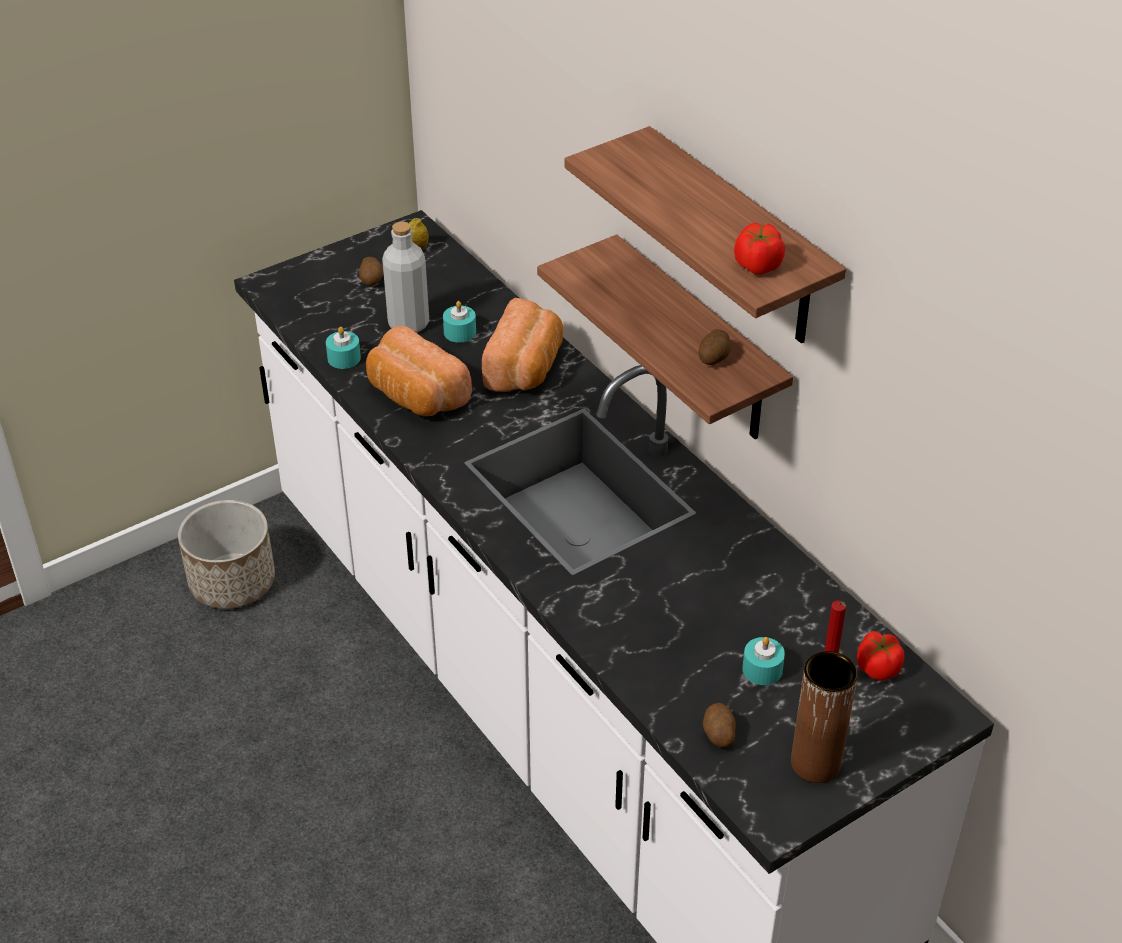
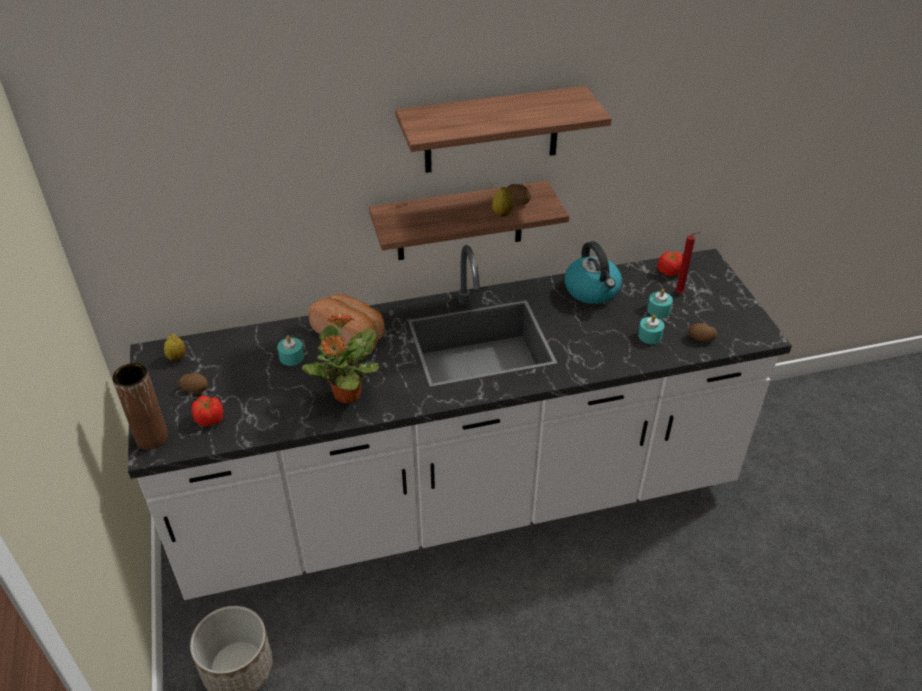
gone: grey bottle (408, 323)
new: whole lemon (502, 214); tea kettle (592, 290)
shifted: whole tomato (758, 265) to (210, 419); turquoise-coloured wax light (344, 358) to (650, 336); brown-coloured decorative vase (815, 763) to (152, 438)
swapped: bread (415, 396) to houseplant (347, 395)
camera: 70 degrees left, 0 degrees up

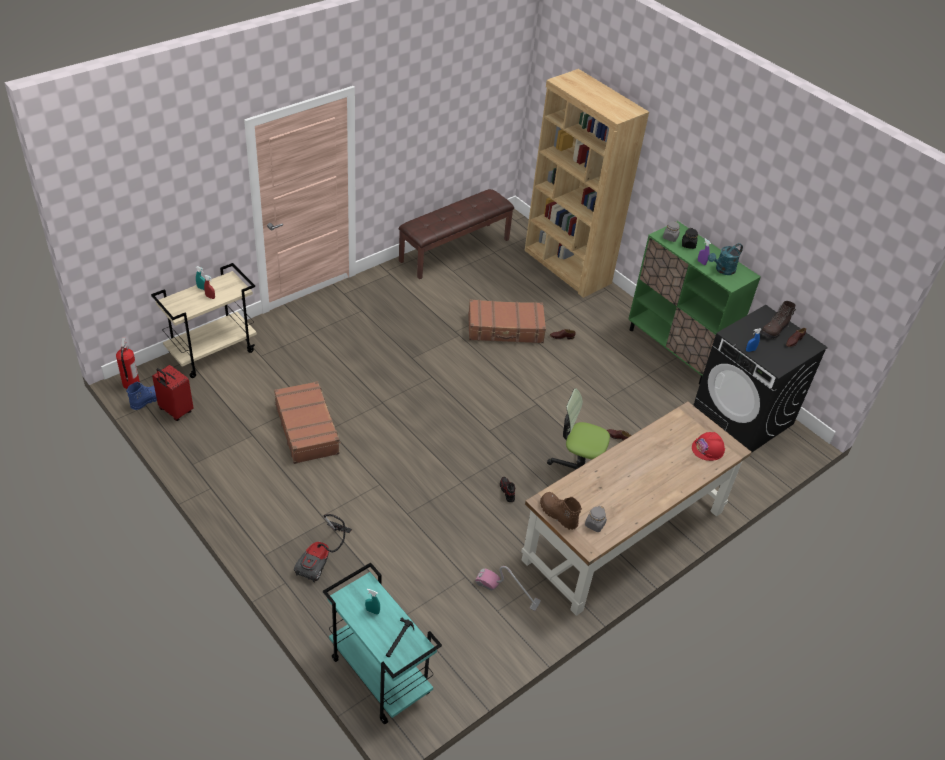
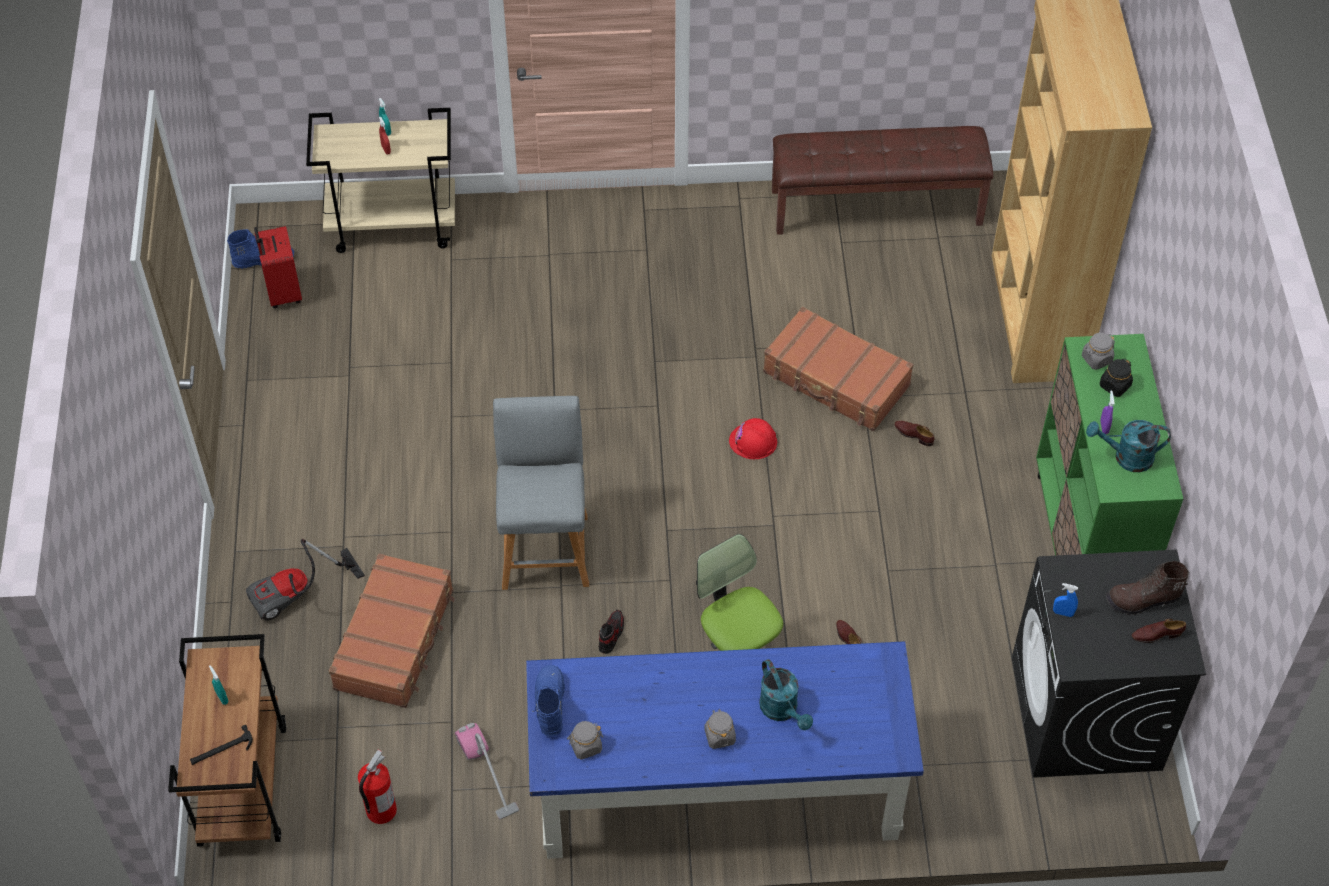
new: grey sitting stool (545, 547); turquoise-coloured sprinkling can (782, 710); grey jar (719, 736)
shifted: extinguisher (130, 384) to (380, 810); brown-coloured travel case (307, 428) to (395, 639); red safety helmet (708, 449) to (753, 441)
repainted: brown-coloured desk table (624, 536) to blue desk table (716, 790); brown-coloured tall boot (558, 515) to blue tall boot (549, 704); turquoise-coloured wheeled cart (378, 675) to brown-coloured wheeled cart (242, 784)
camera: 40 degrees right, 10 degrees up

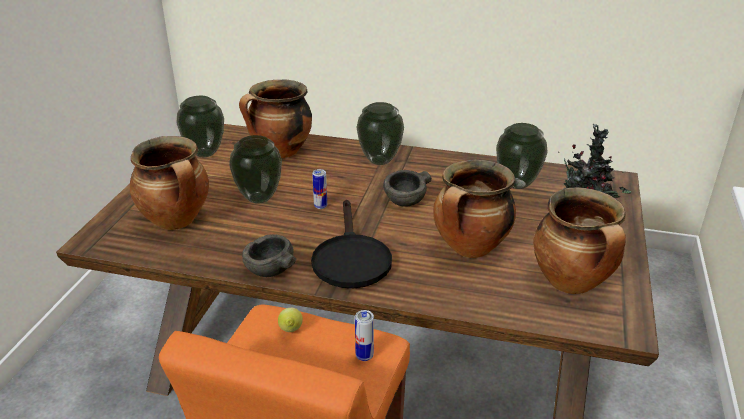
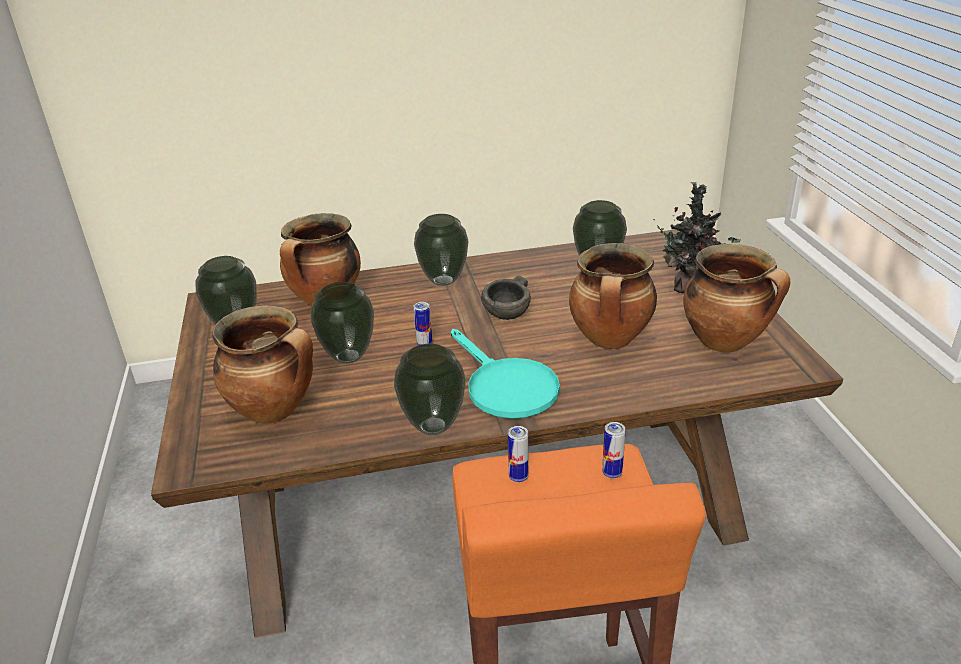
swapped: grey deep dish (269, 270) to decorative vase (432, 426); whole lemon (291, 331) to metal can (518, 477)
repainted: blackish pan (350, 258) to turquoise-coloured pan (505, 386)
camera: 25 degrees left, 0 degrees up

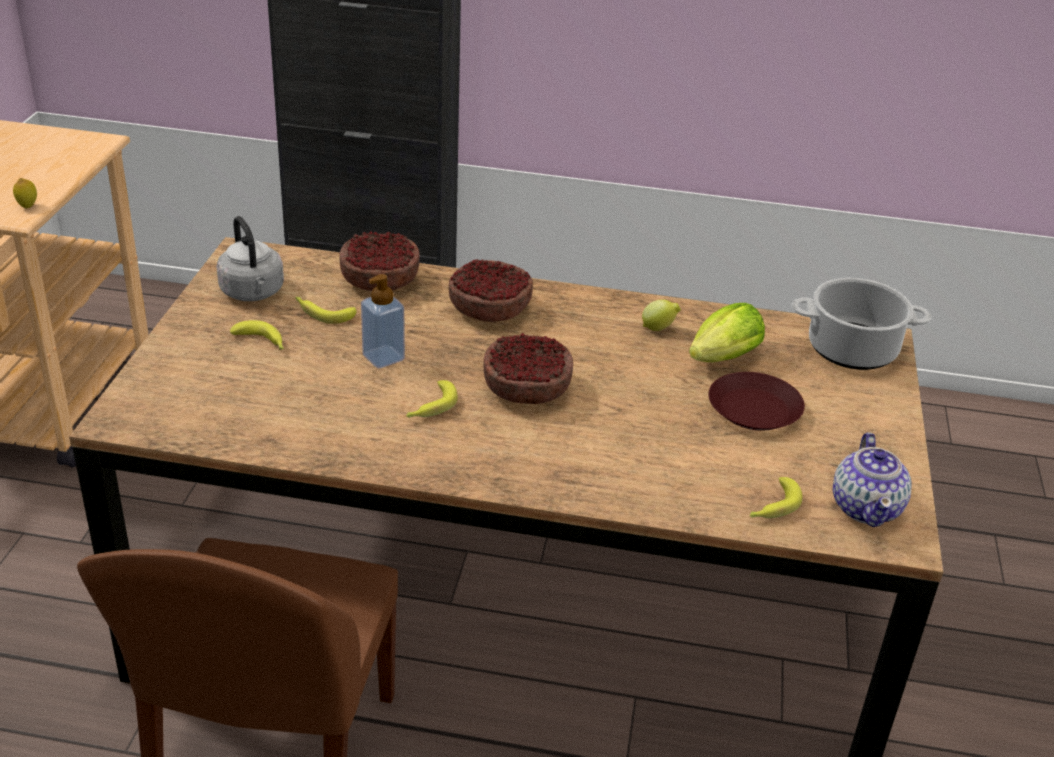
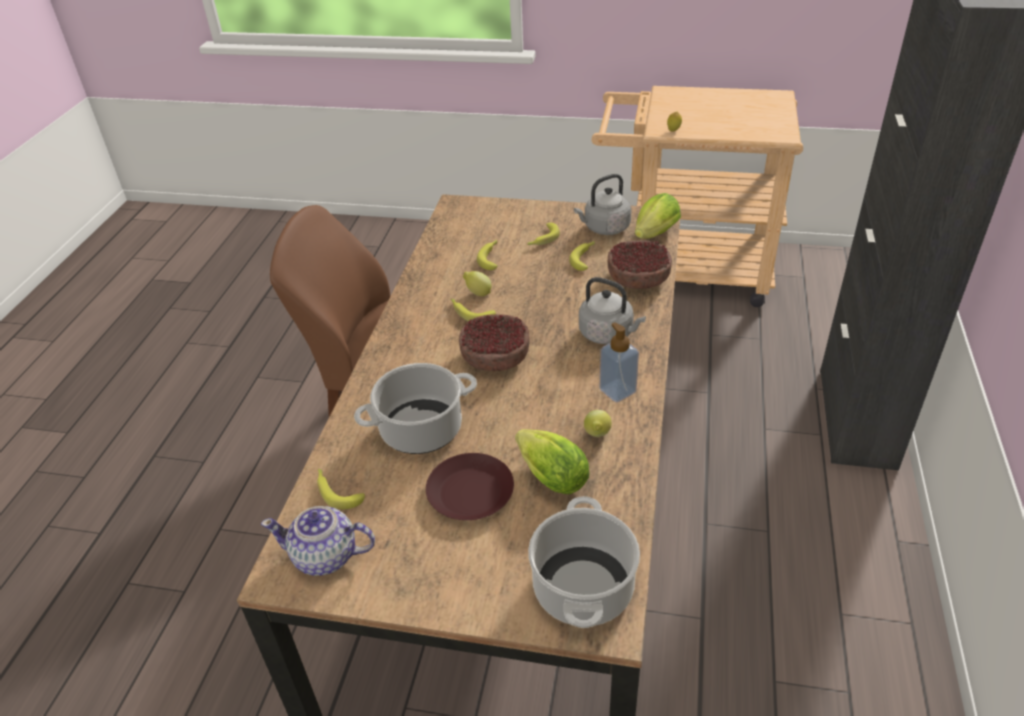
new: lettuce head (653, 236); whole banana (491, 258); whole lemon (478, 293); saucepot (420, 430)
shifted: liquid soap bottle (383, 357) to (617, 391)
swapped: deep dish (489, 309) to grey tea kettle (608, 334)
camera: 95 degrees right, 5 degrees up

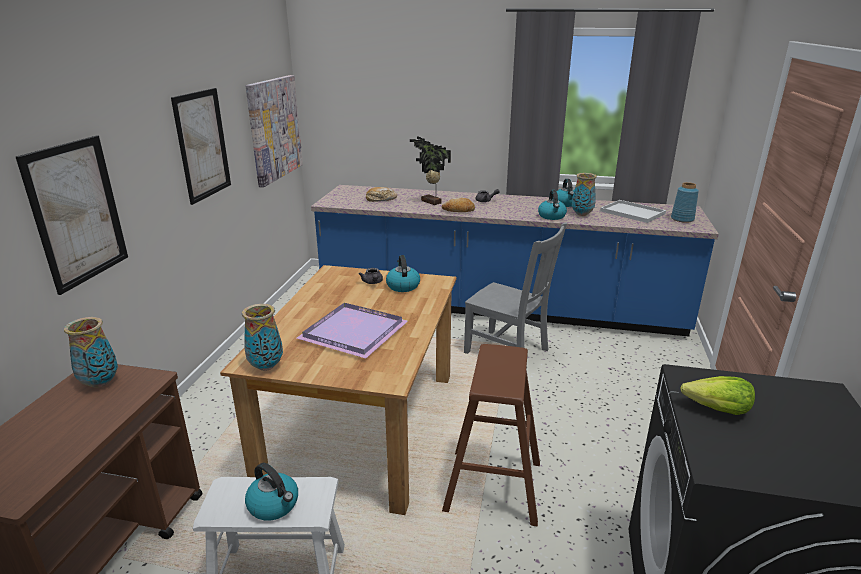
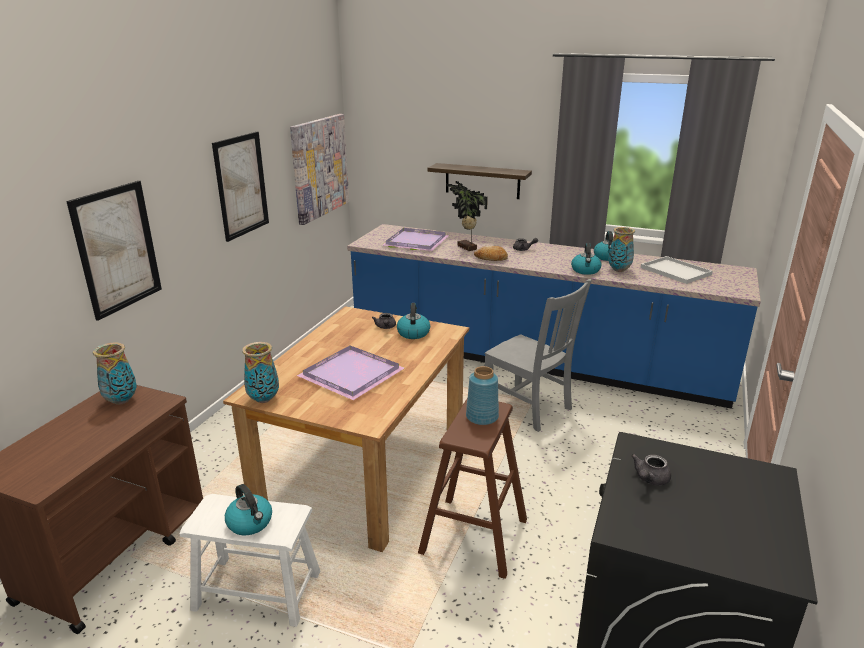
new: shelf (482, 181)
shifted: blue decorative vase (682, 219) to (482, 417)
swapped: bread (381, 199) to purple-coloured carrying tray (417, 242); lettuce head (717, 409) to grey pot for tea (649, 479)
camera: 10 degrees right, 0 degrees up

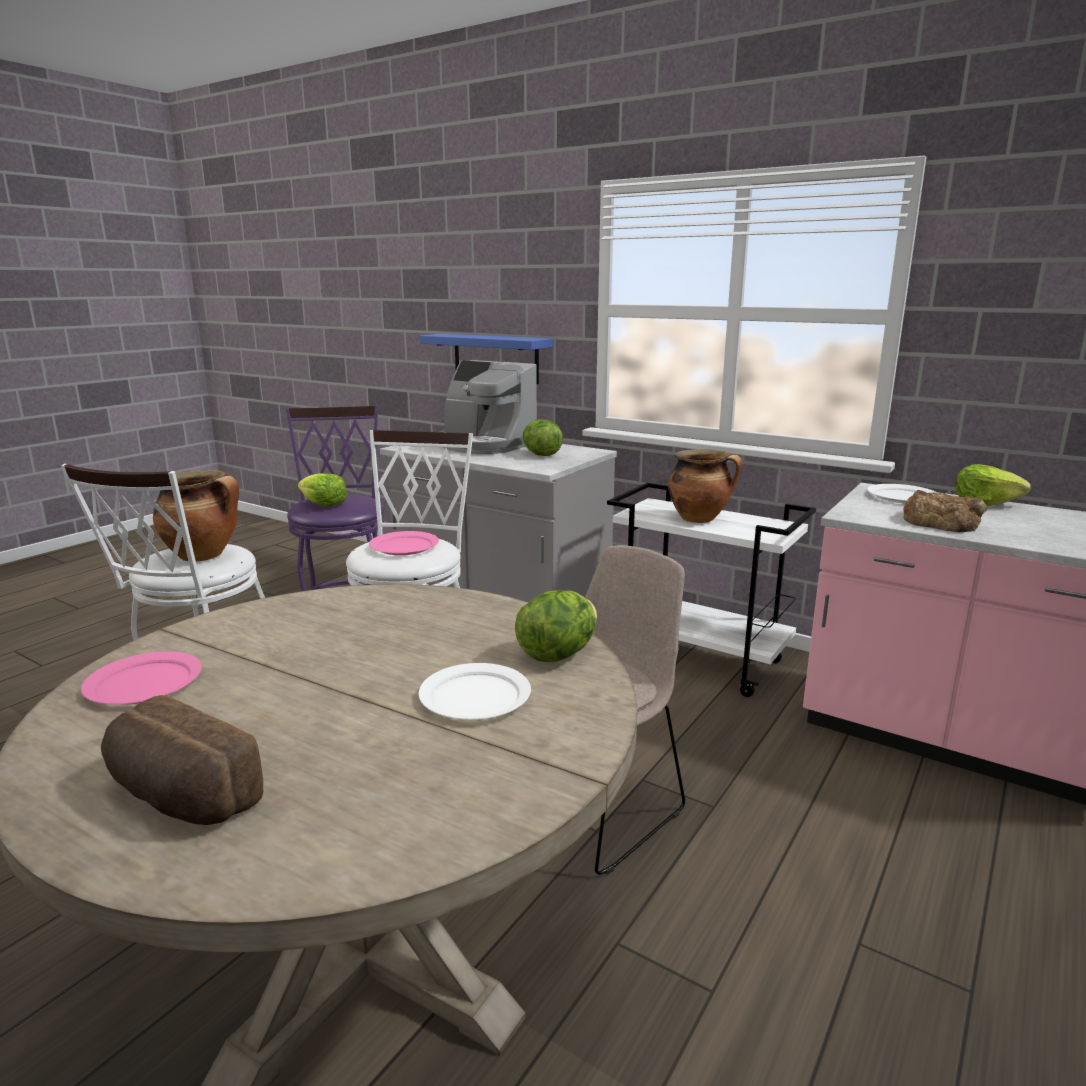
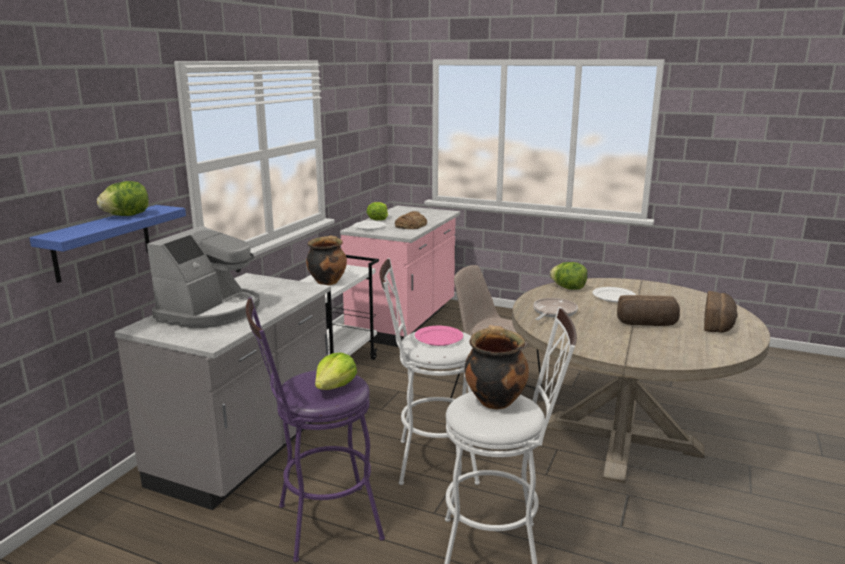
gone: pinkish plate (144, 682)
new: bread (647, 324); pan (553, 312)
shifted: lettuce head (541, 455) to (127, 216)
camera: 100 degrees left, 0 degrees up

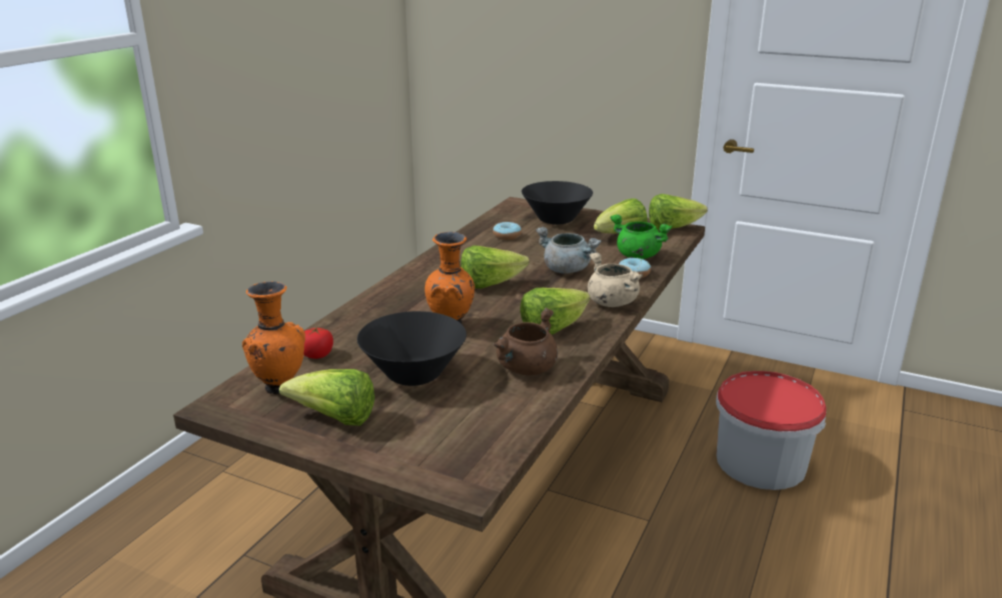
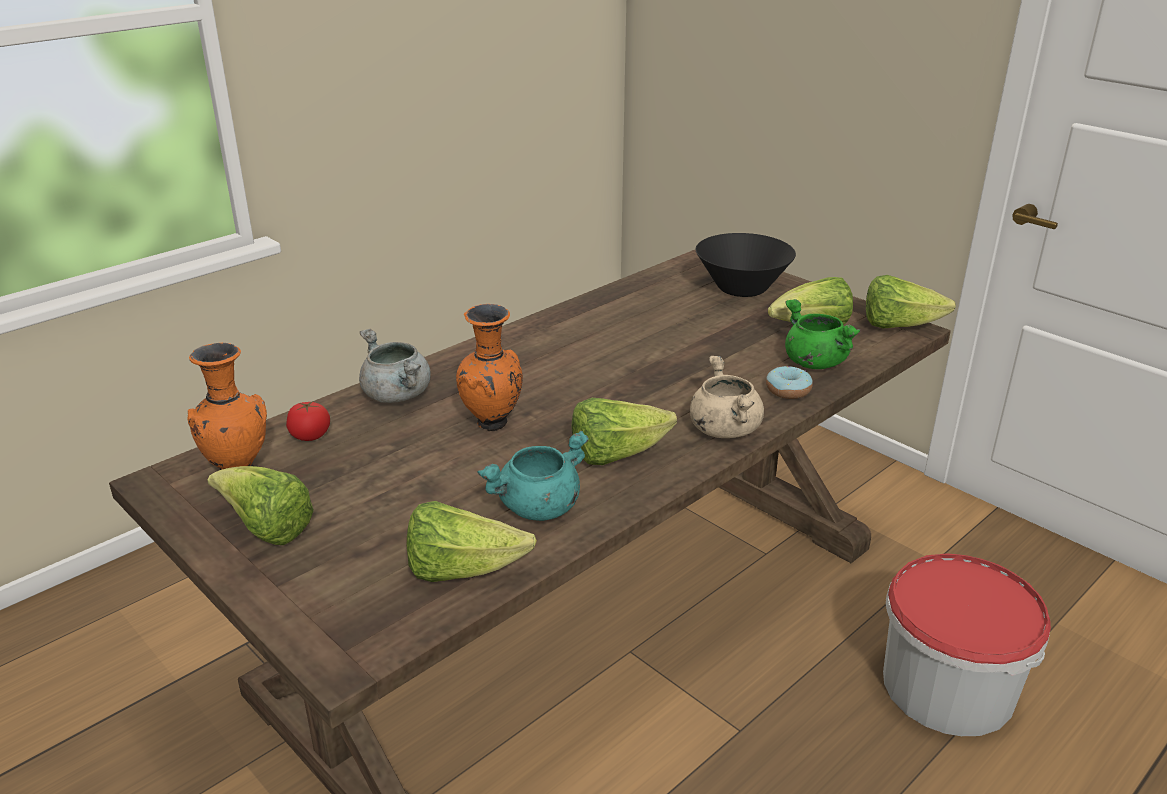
gone: ring doughnut (507, 236); blackish deep dish (414, 374)
shifted: grey saucepot (567, 270) to (398, 395); lettuce head (490, 284) to (462, 570)
repainted: brown-coloured saucepot (526, 369) to turquoise-coloured saucepot (538, 508)
camera: 20 degrees right, 5 degrees up

